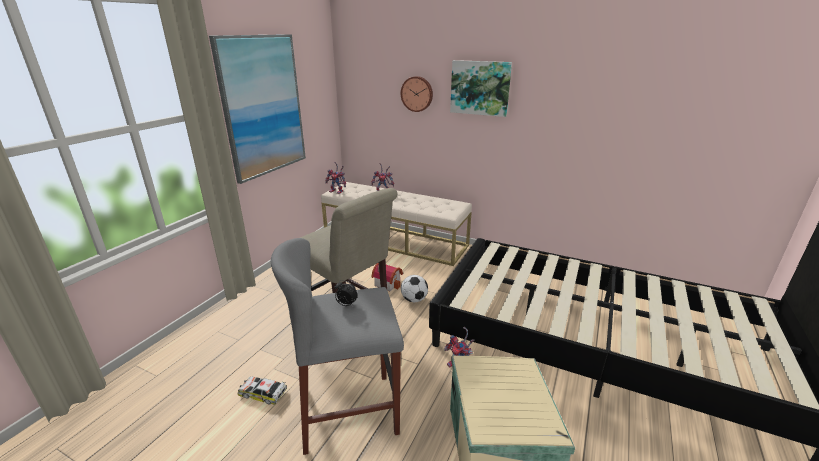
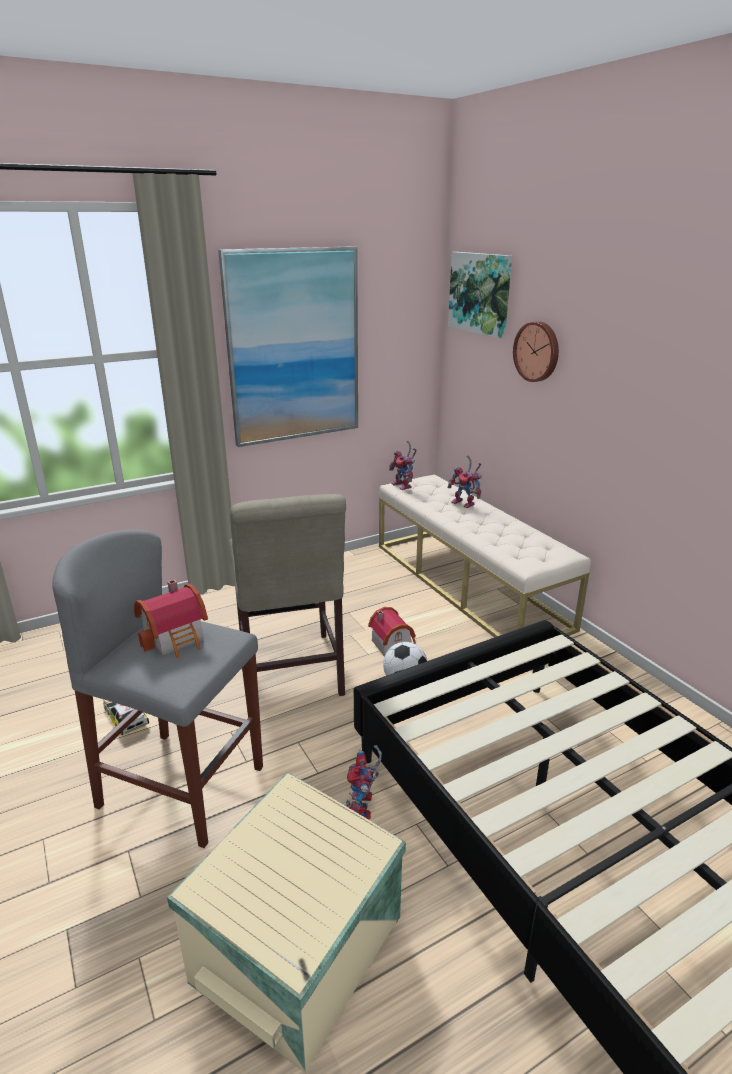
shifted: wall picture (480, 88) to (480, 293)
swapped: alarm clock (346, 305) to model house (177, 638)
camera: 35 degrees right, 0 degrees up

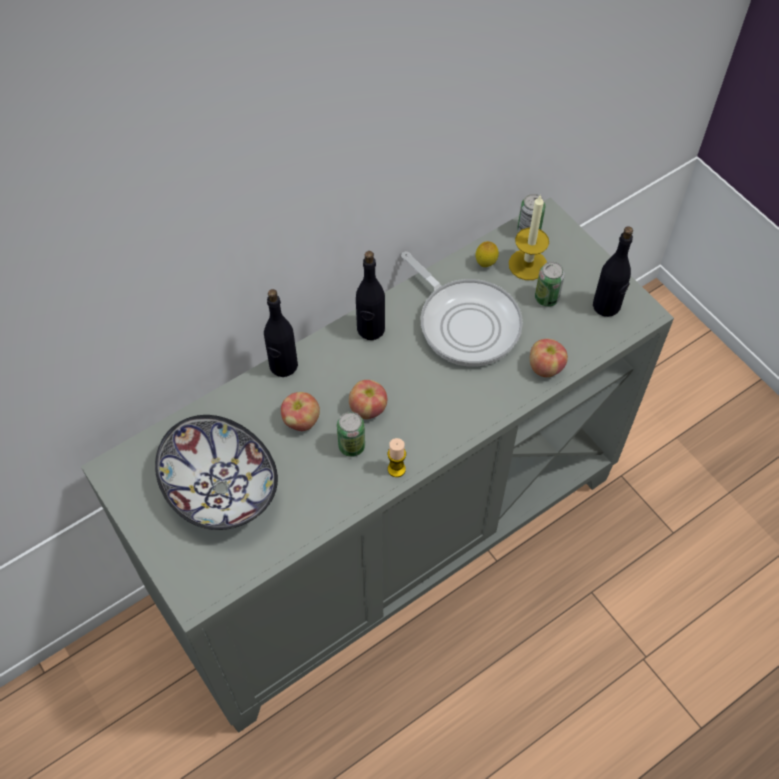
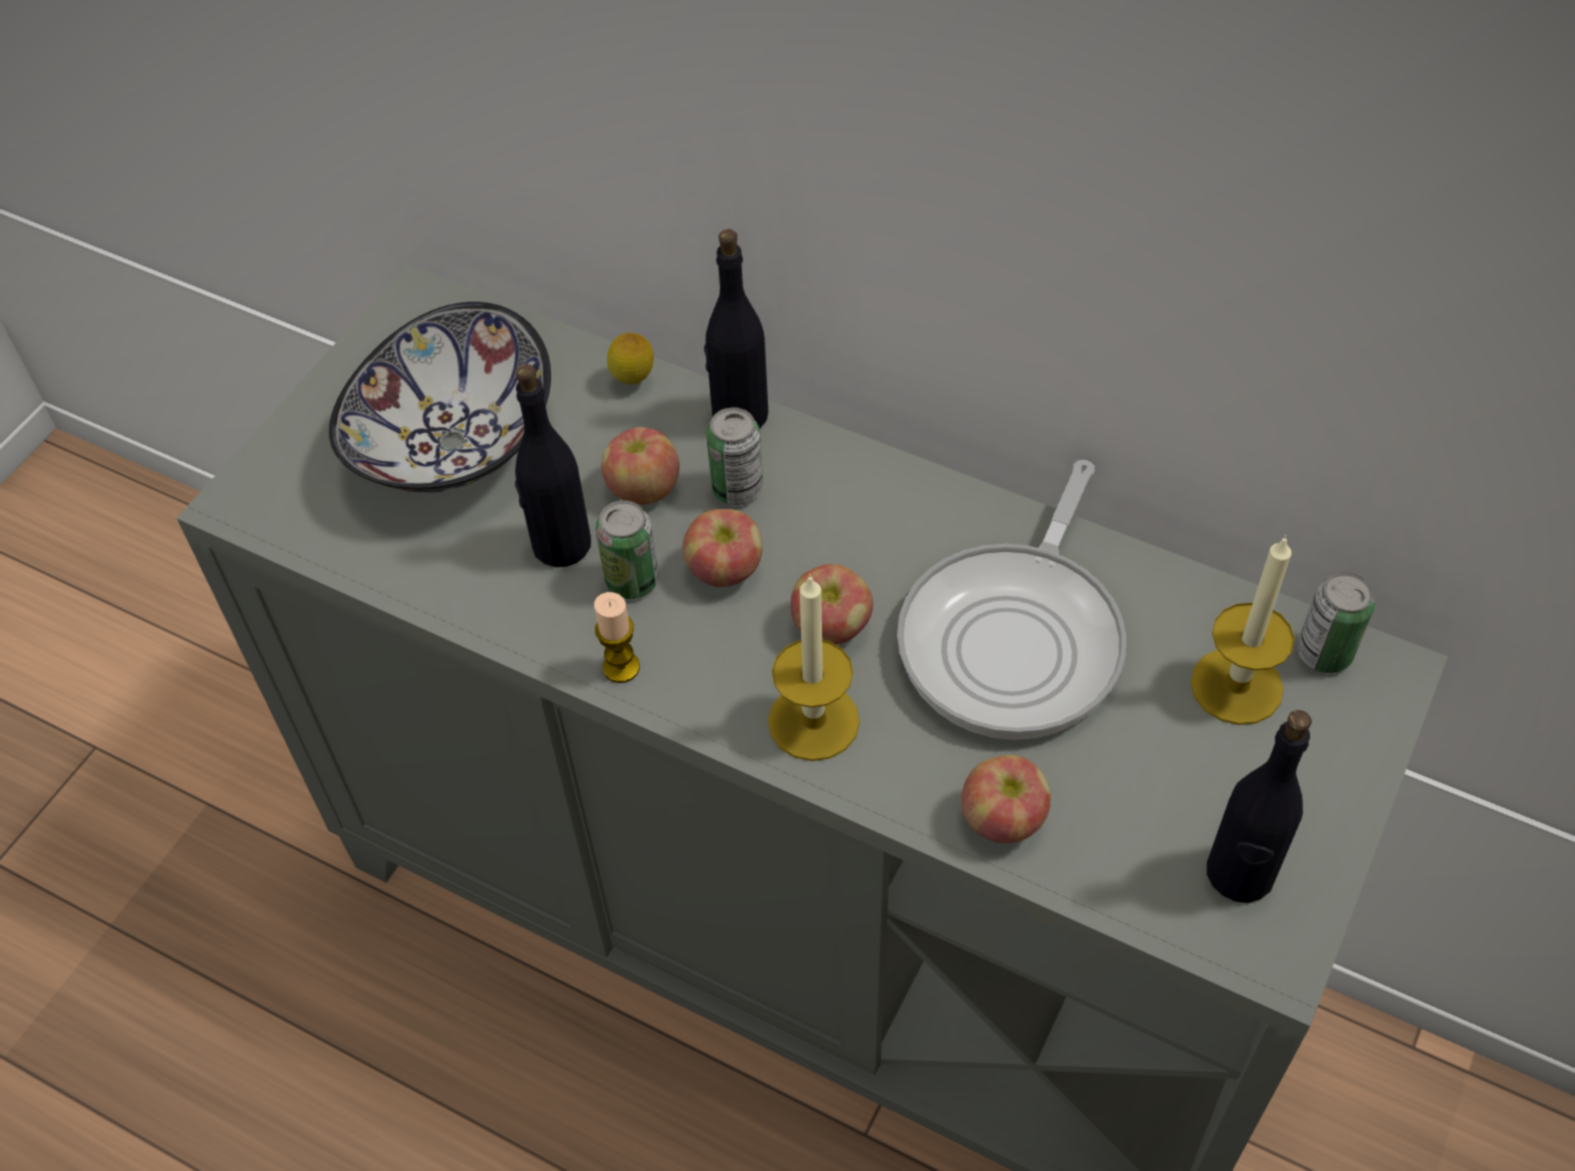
new: apple fruit (831, 627); wax light (813, 721)
shifted: whole lemon (485, 264) to (633, 381); blackish bottle (370, 329) to (560, 545); metal can (546, 298) to (737, 488)
camera: 65 degrees right, 5 degrees down

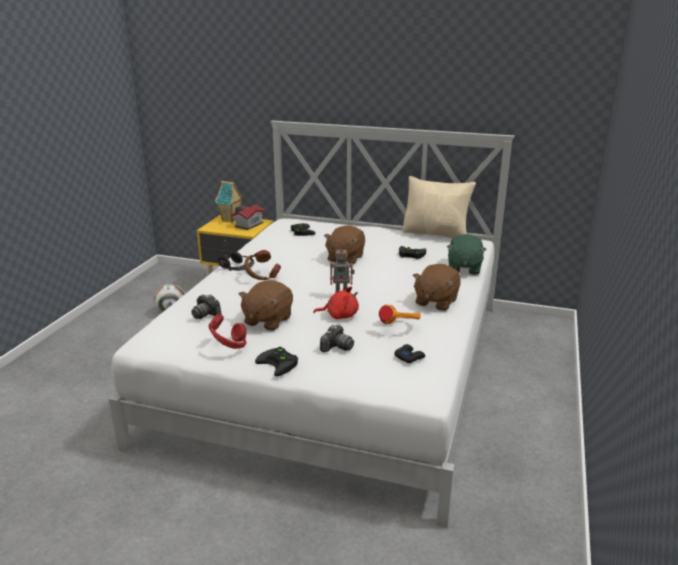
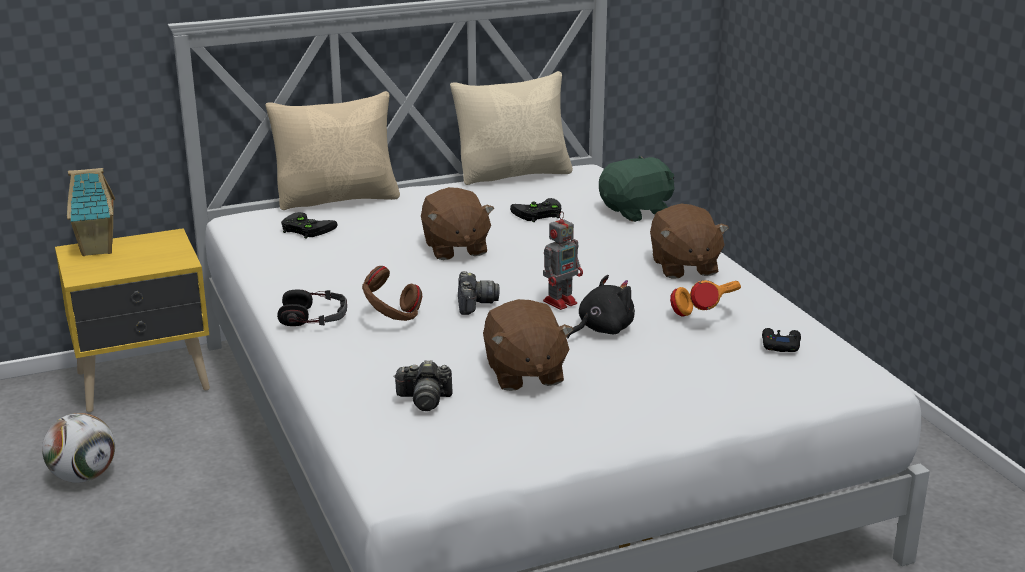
gone: model house (247, 225); red headset (229, 347); blackish gamepad (280, 364)
new: beige-coloured pillow (338, 199)
shifted: still camera (336, 347) to (474, 304)
repainted: red cuddly toy (339, 315) to blackish cuddly toy (602, 329)
rotated: green cuddly toy (463, 268) = (637, 211) 90 degrees counterclockwise
camera: 40 degrees left, 0 degrees up

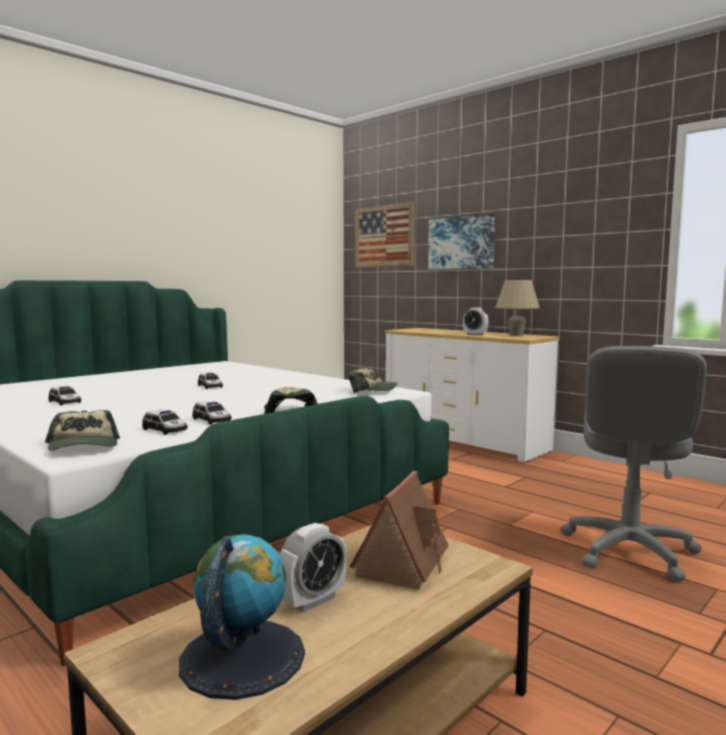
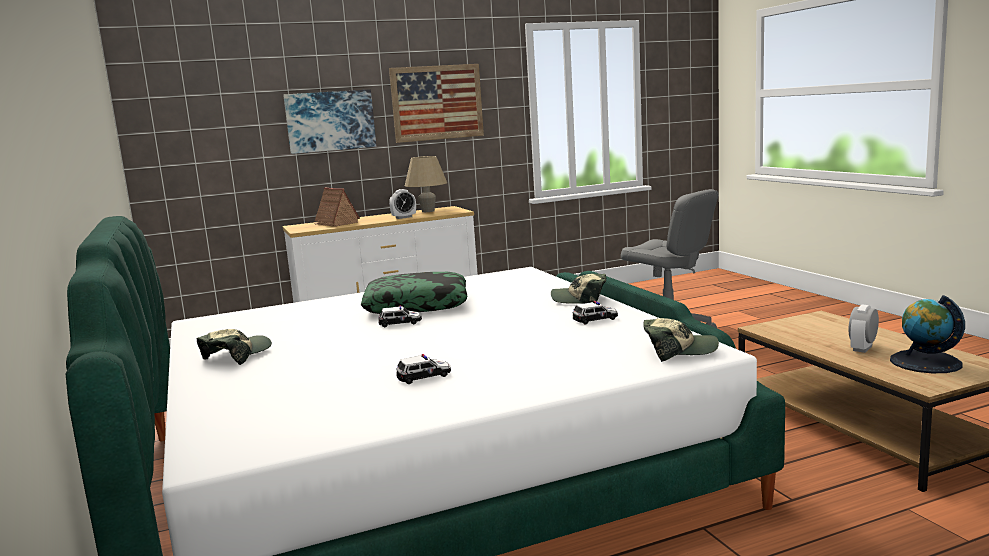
gone: model car (165, 430)
new: pillow (417, 305)
shifted: wall picture (384, 236) to (437, 102); baseball cap (372, 390) to (237, 355); model house (402, 562) to (336, 223)
rotated: alarm clock (313, 600) = (862, 348) 120 degrees counterclockwise
camera: 65 degrees left, 5 degrees up

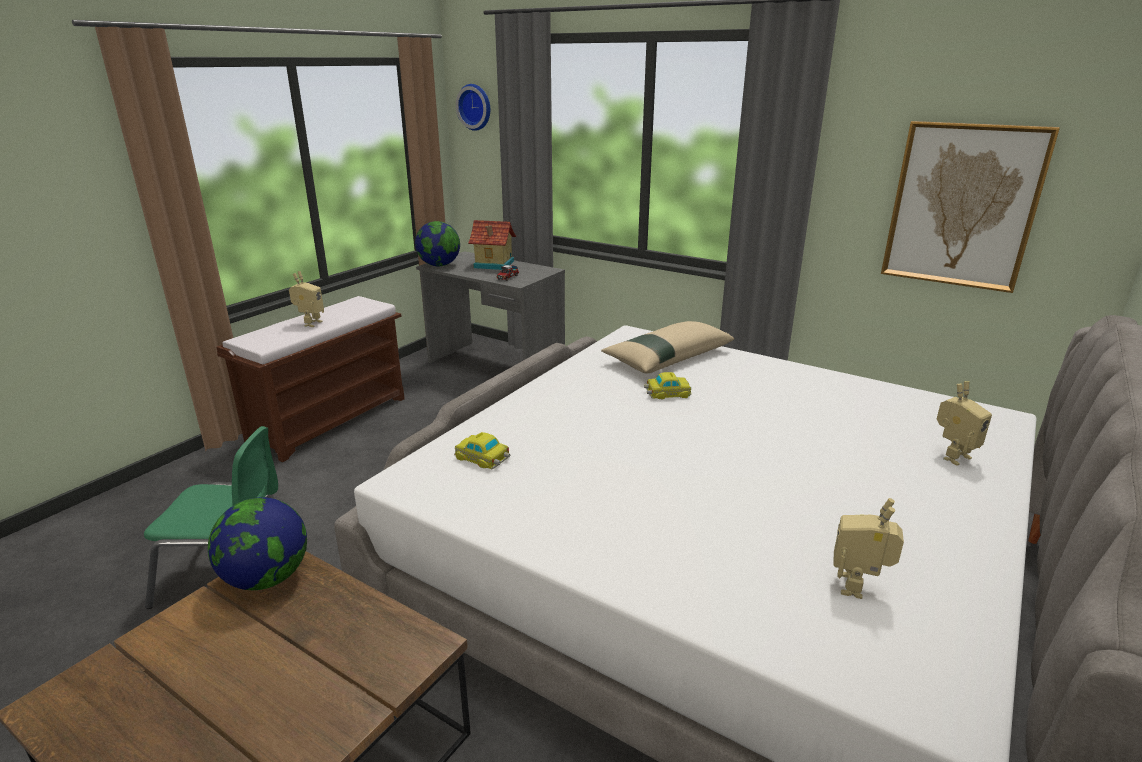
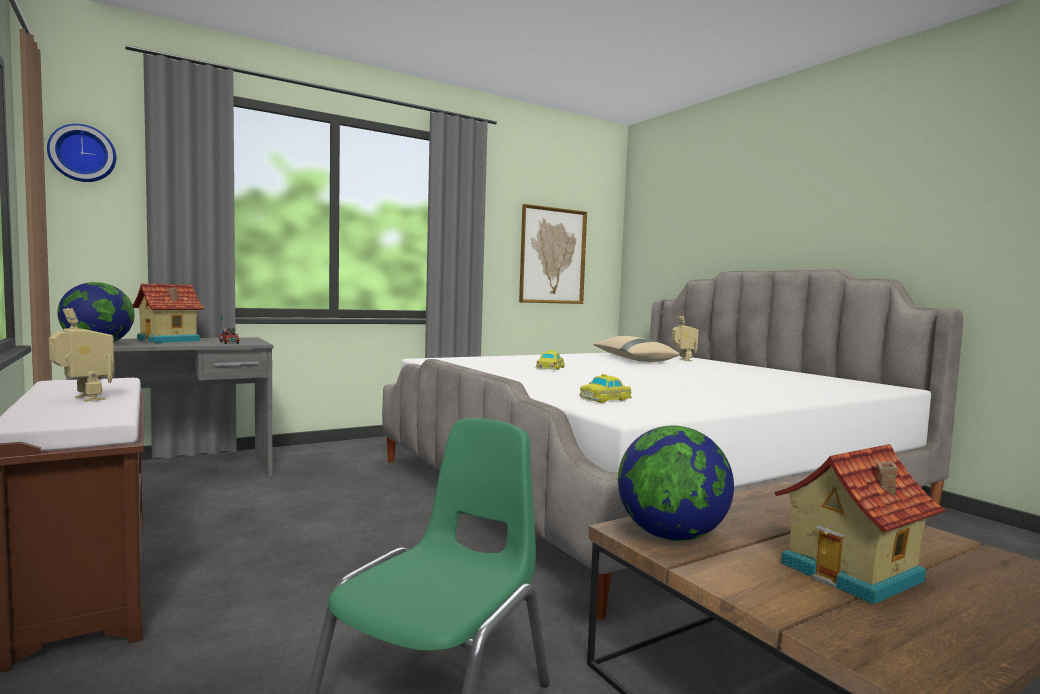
gone: toy robot (858, 587)
new: model house (855, 573)
shifted: beige-coloured pillow (667, 357) to (632, 359)
camera: 65 degrees left, 20 degrees down

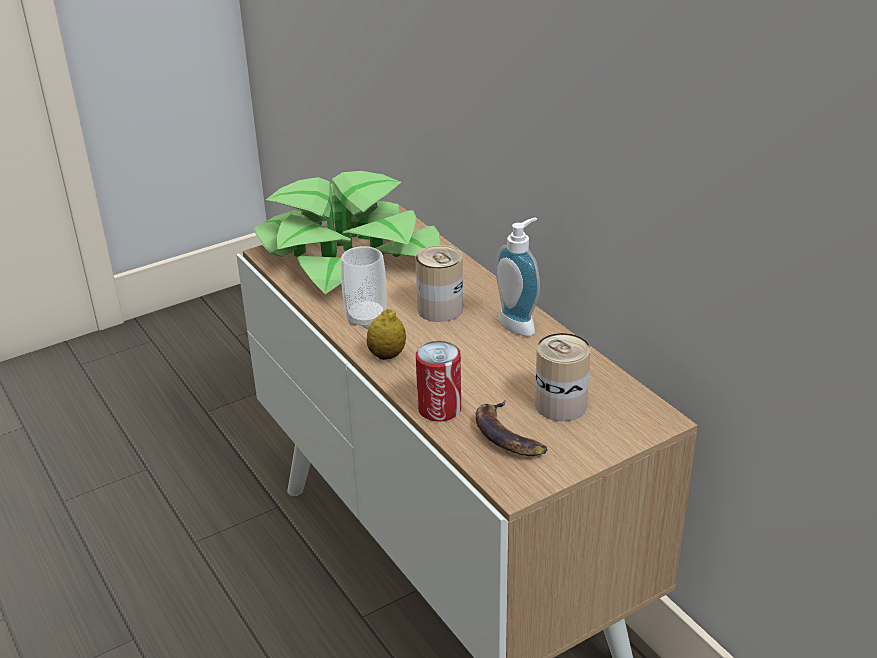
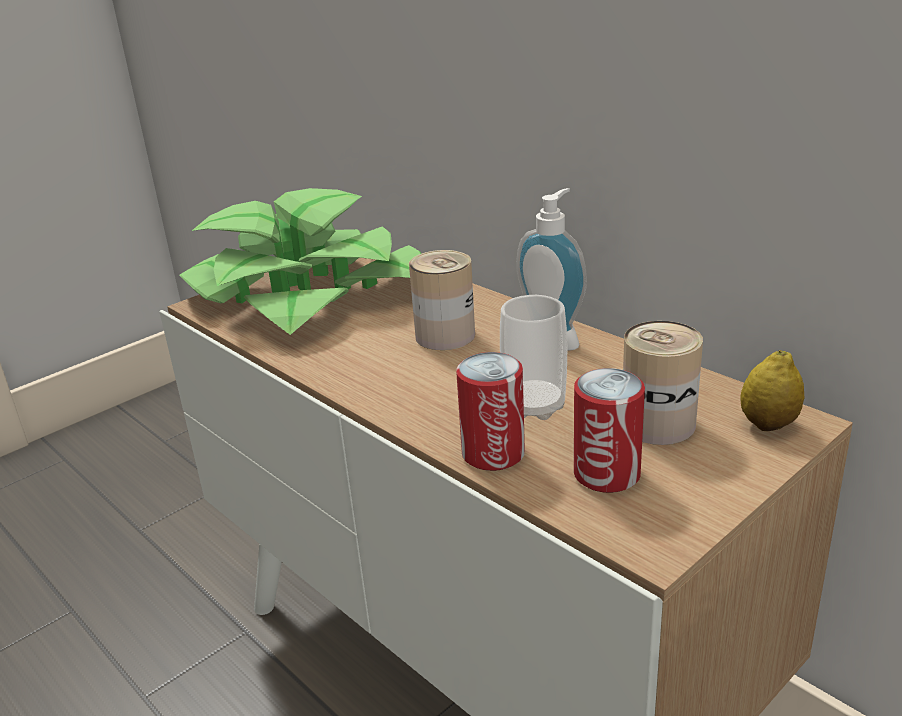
shifted: drinking cup (366, 319) to (534, 406); whole lemon (387, 355) to (768, 424)
swapped: whole banana (508, 435) to metal can (606, 474)
camera: 10 degrees left, 5 degrees down

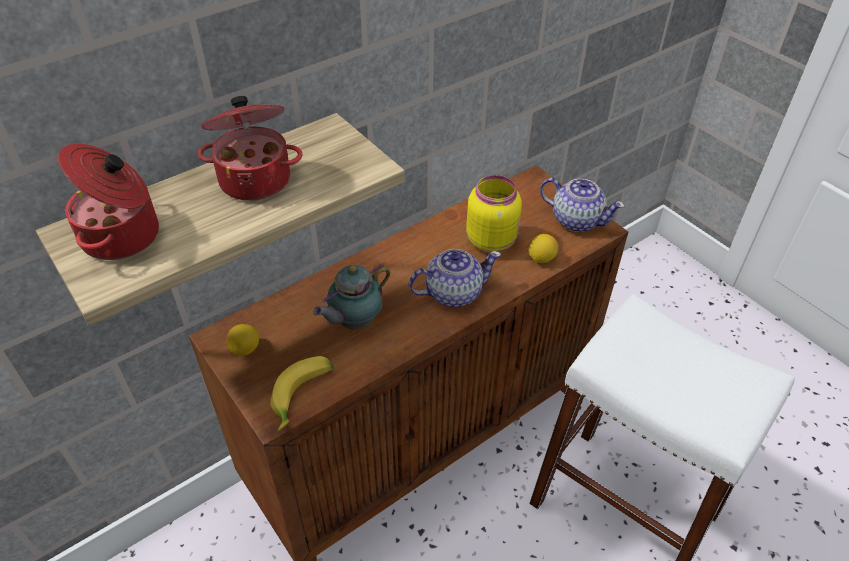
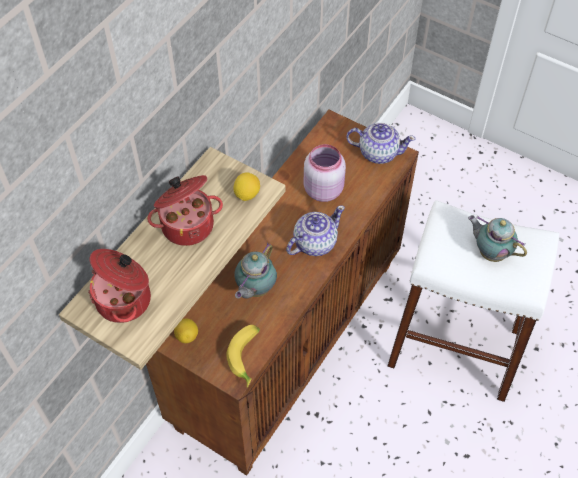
new: pot for tea (490, 252)
shifted: whole lemon (541, 258) to (247, 194)
repainted: yellow jar (491, 240) to pinkish jar (323, 189)
camera: 20 degrees left, 10 degrees up

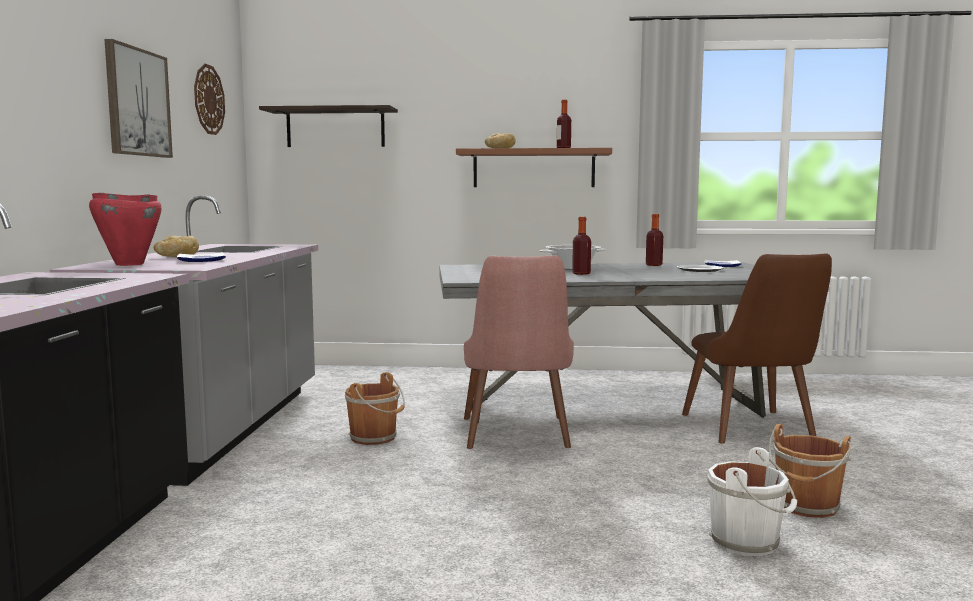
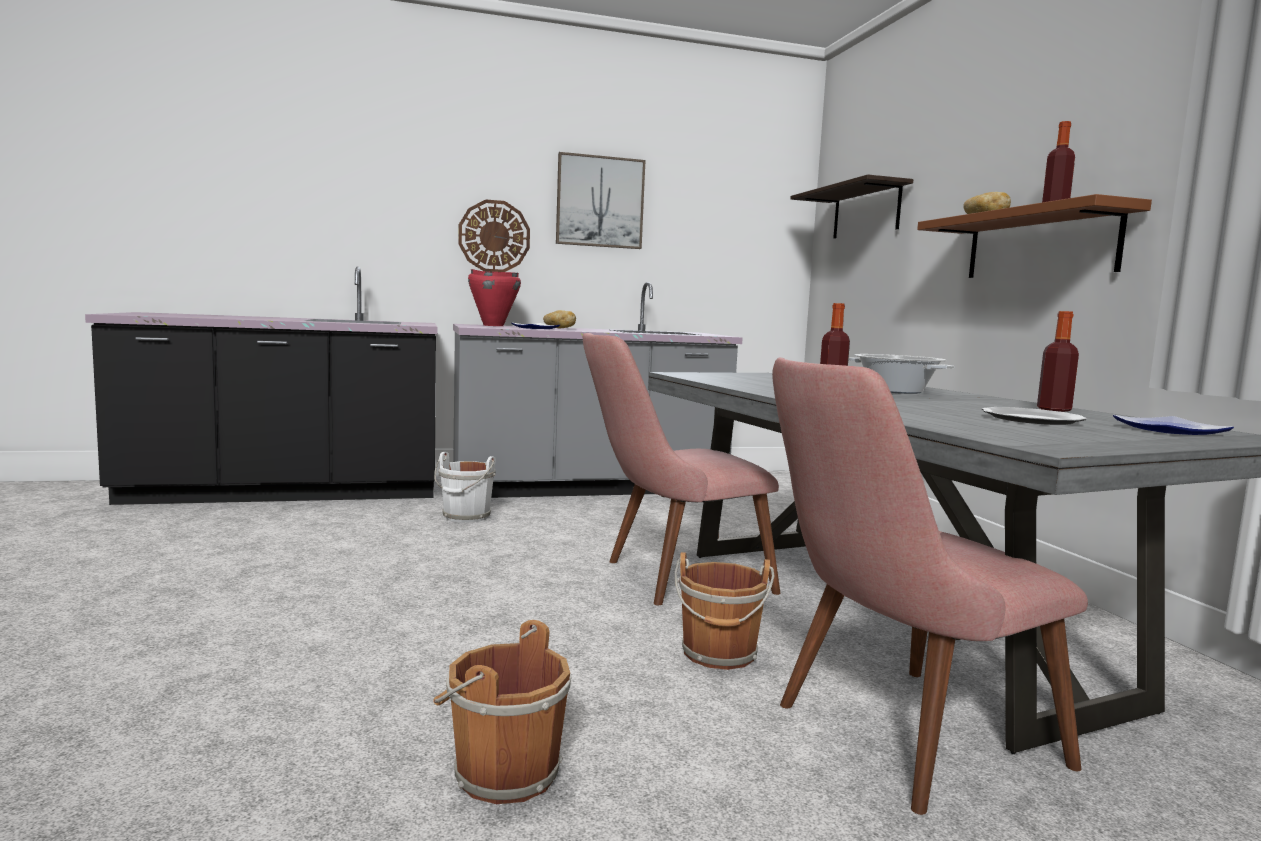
shifted: wall clock (208, 99) to (494, 236); brown-coloured water bucket (375, 438) to (719, 655); whitish water bucket (748, 542) to (465, 516)
repainted: brown-coloured chair (755, 431) to pinkish chair (892, 740)
camera: 70 degrees right, 0 degrees up

